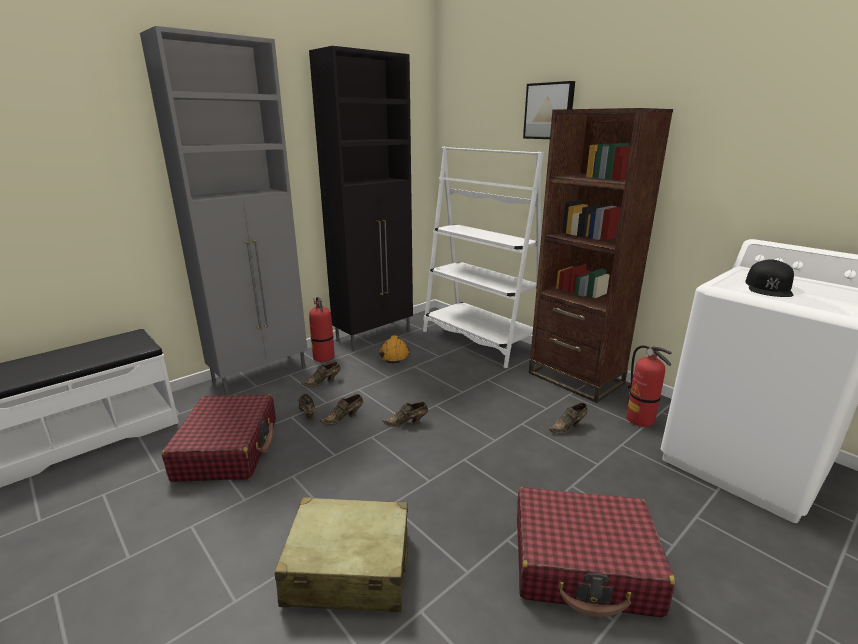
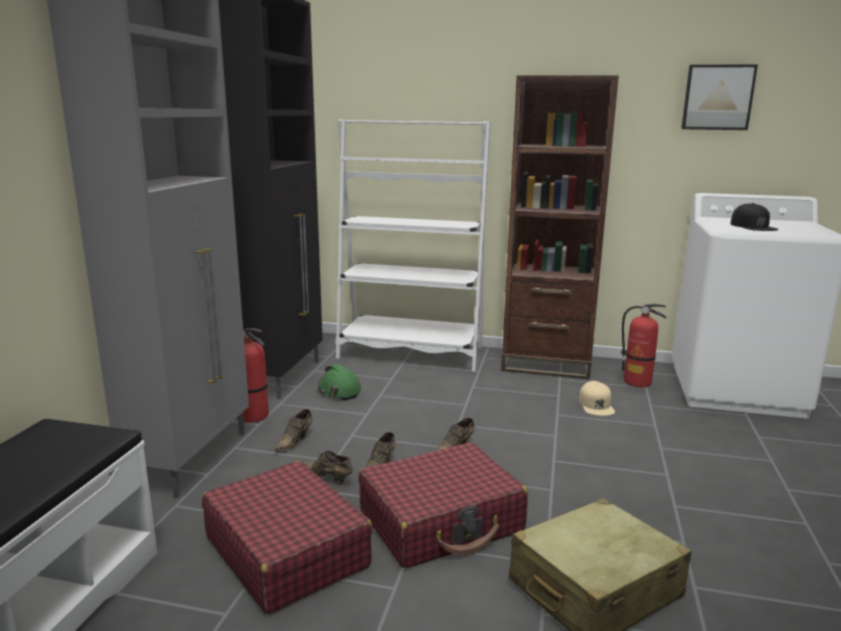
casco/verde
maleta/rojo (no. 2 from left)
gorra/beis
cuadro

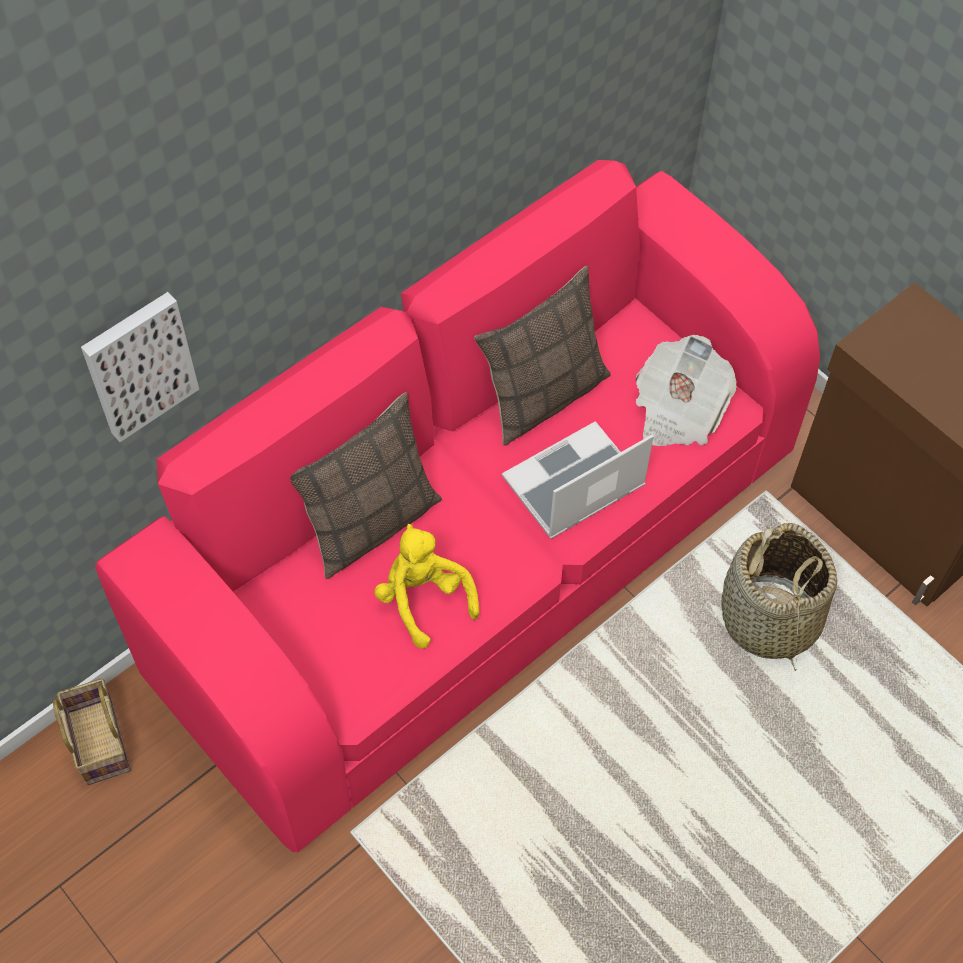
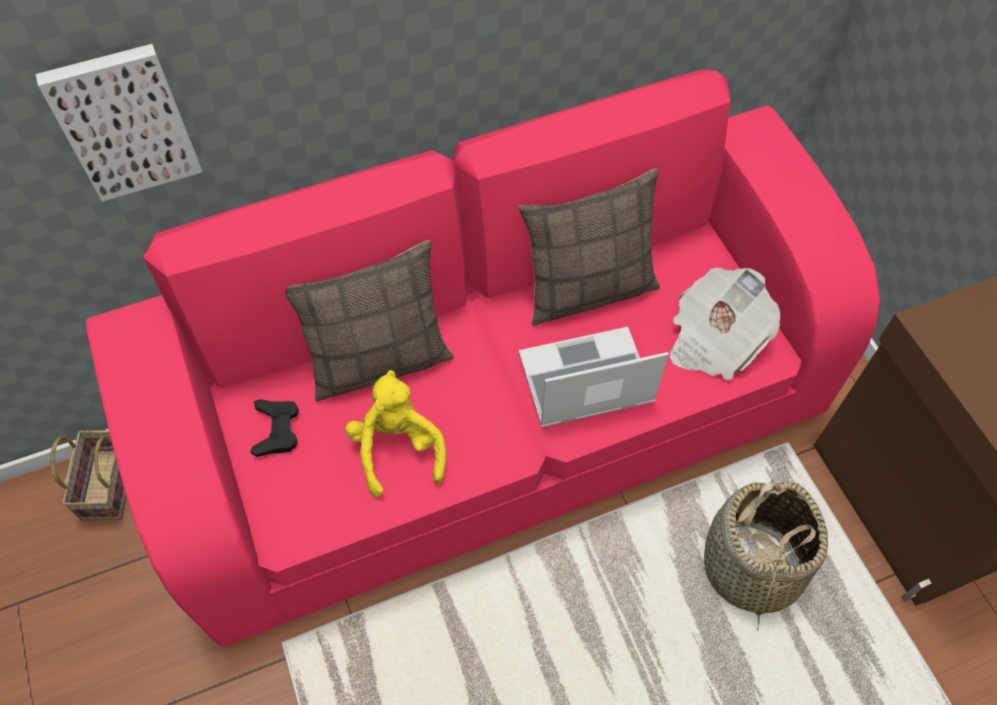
mando de consola/negro

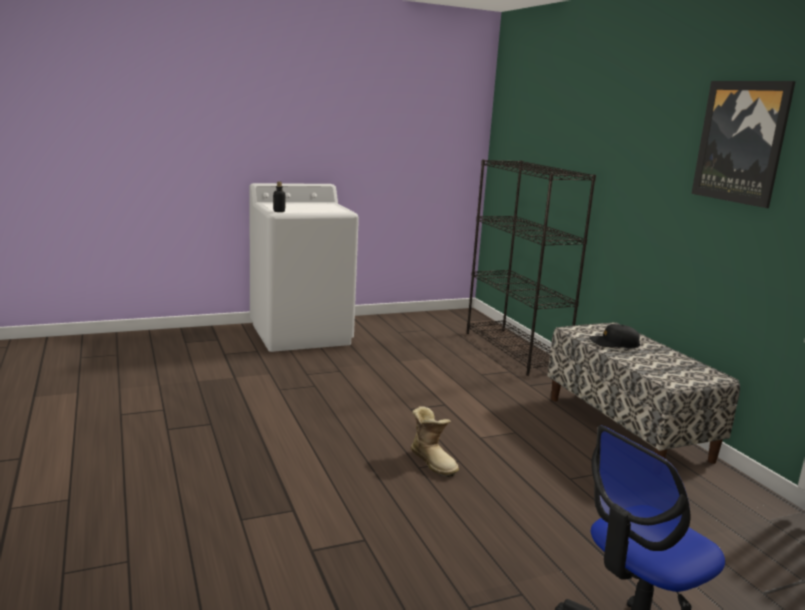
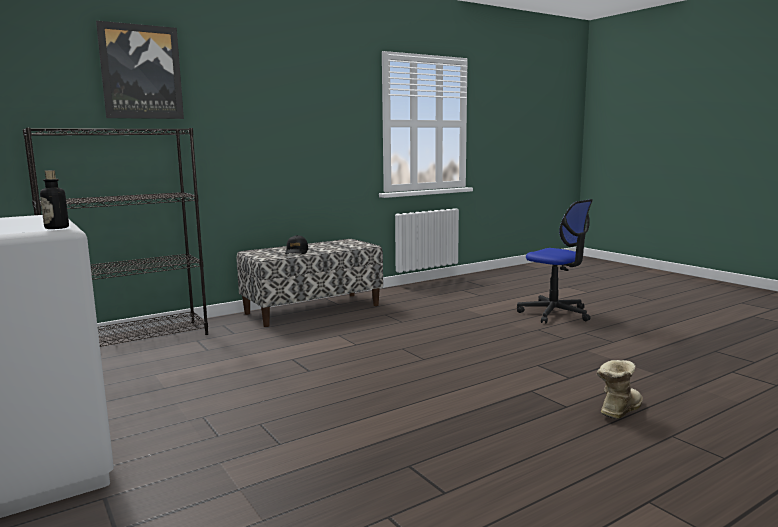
cuadro
bota

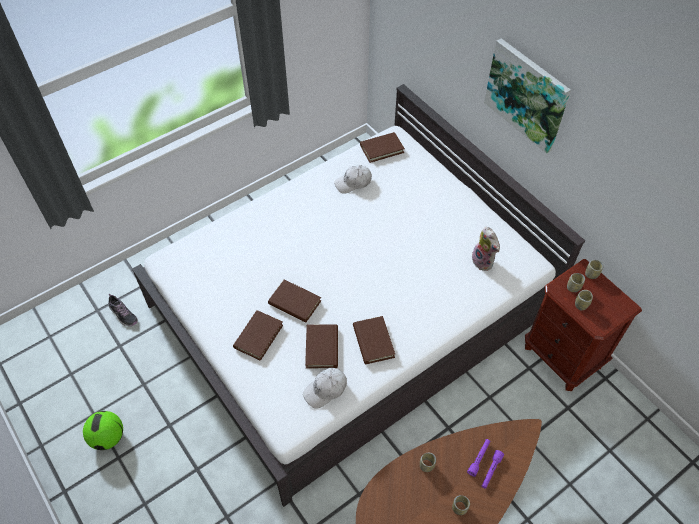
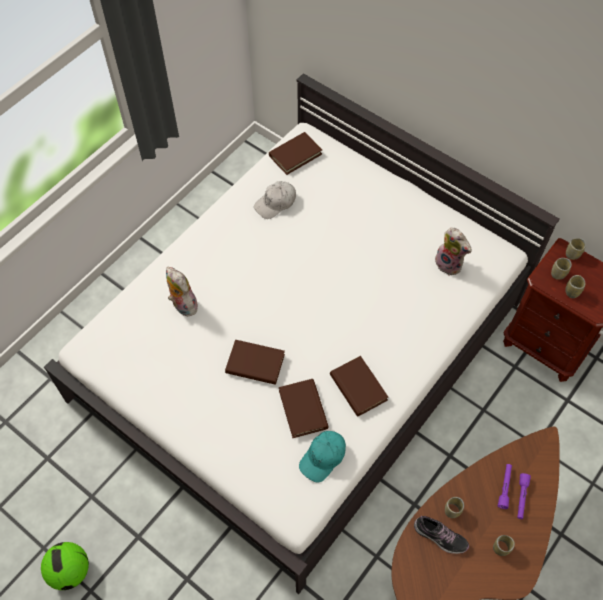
peluche (no. 1 from left)
gorra/turquesa
zapato
libro/marrón (no. 1 from left in the first image)
cuadro

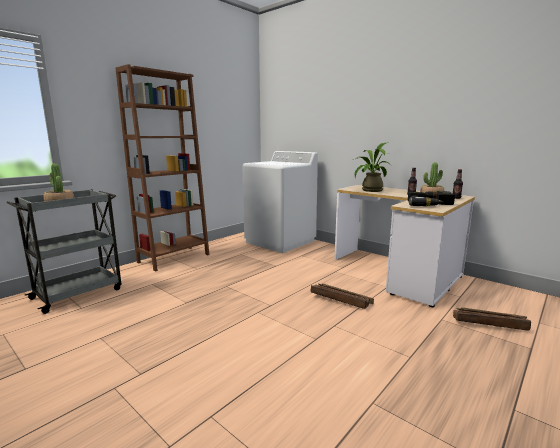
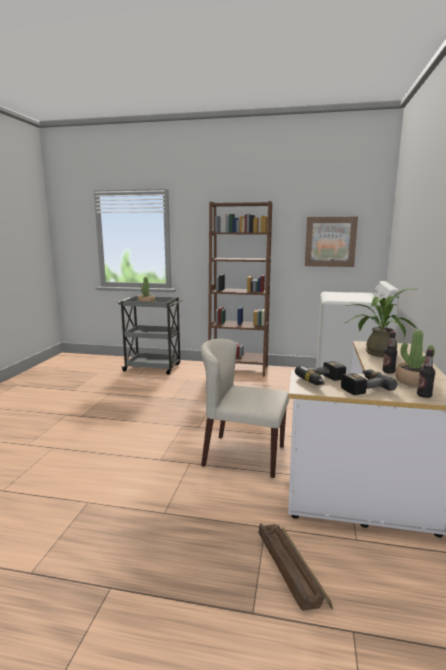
silla/beis
cuadro

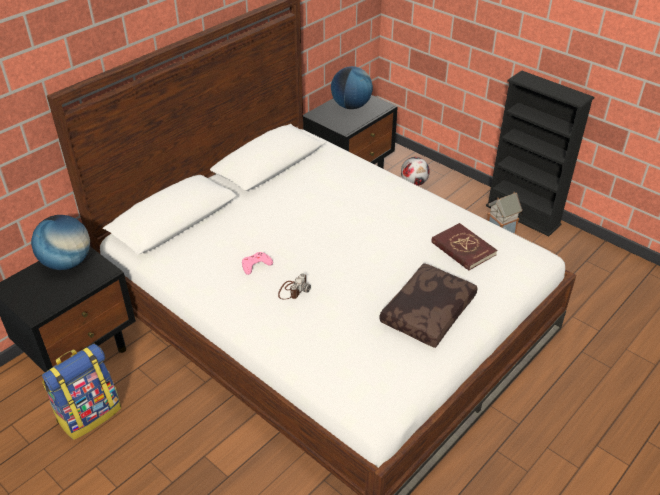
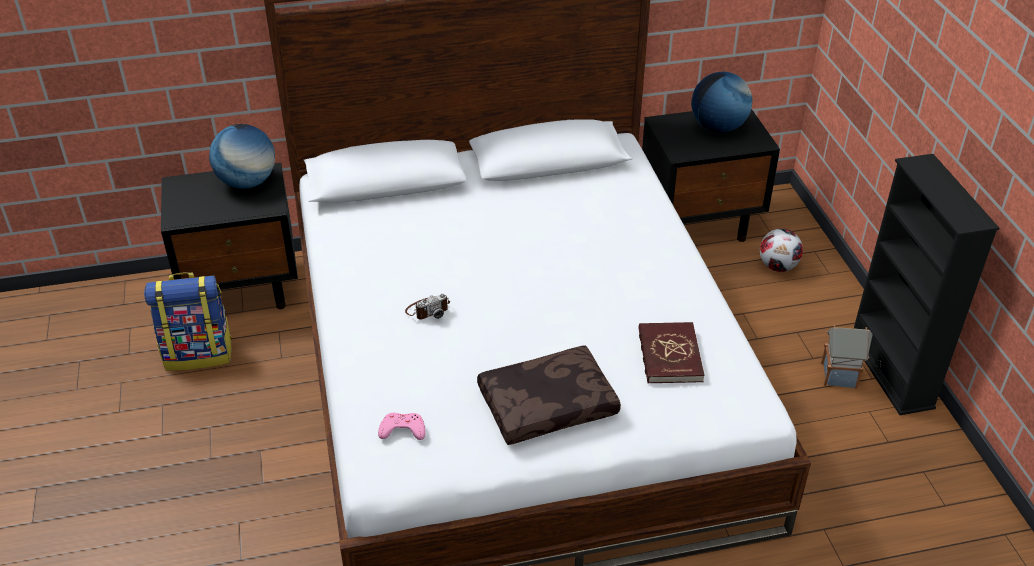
mando de consola/rosa

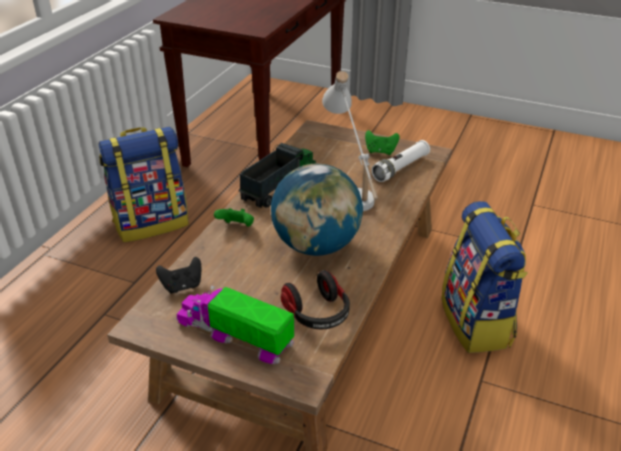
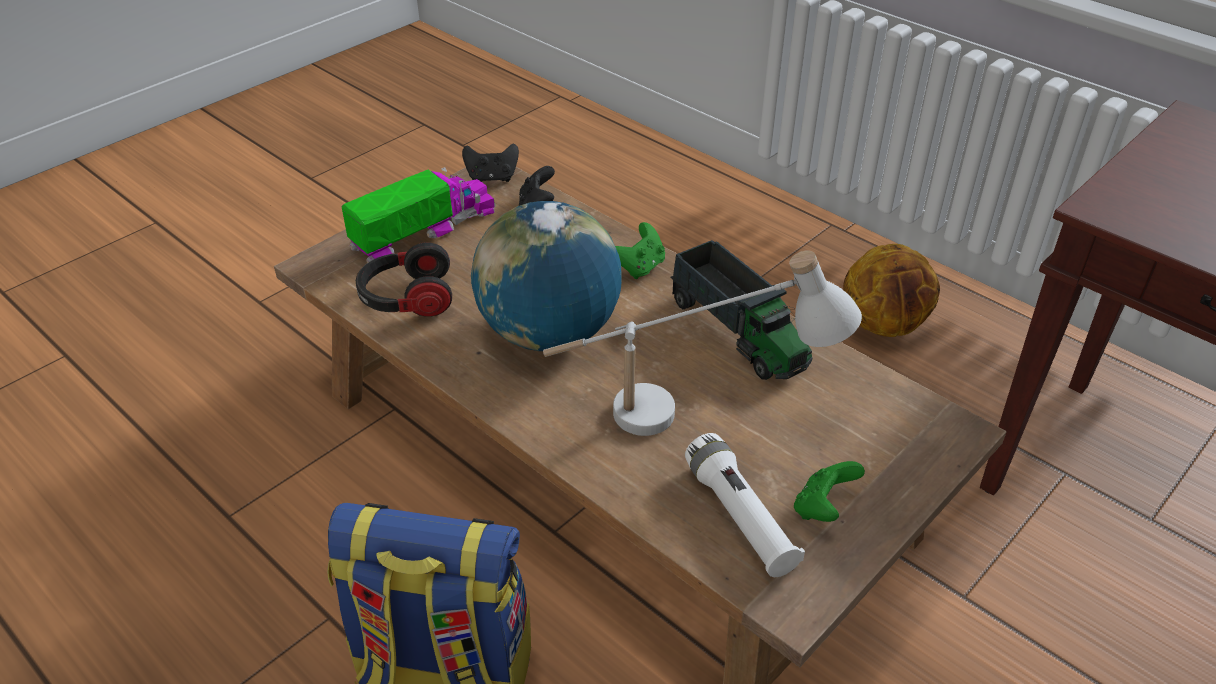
mando de consola/negro (no. 1 from left)
balón de baloncesto

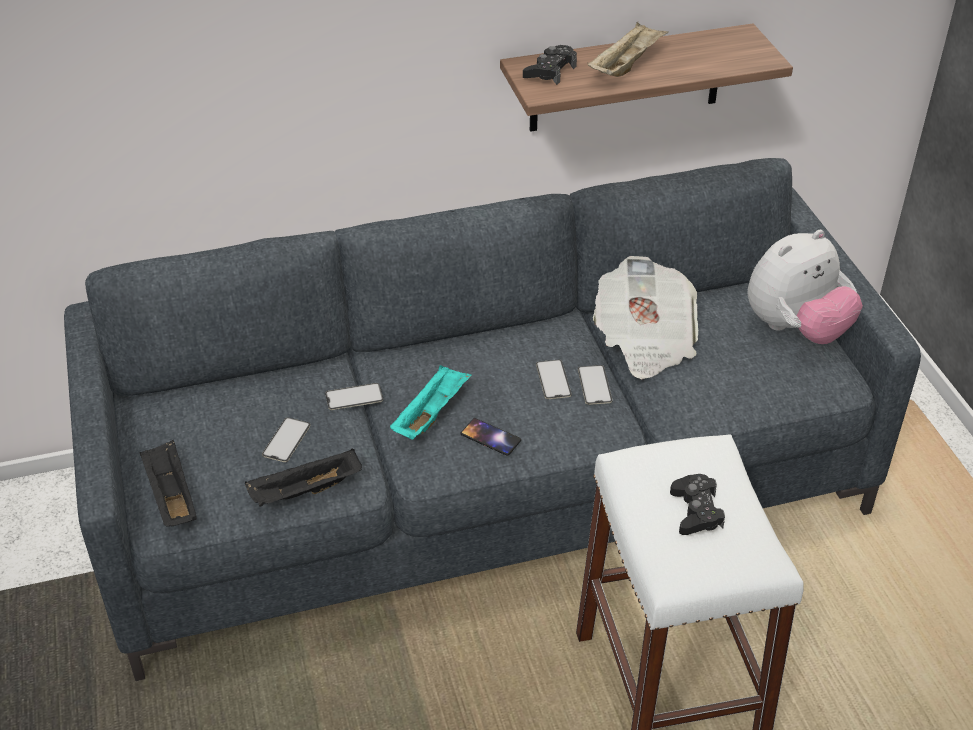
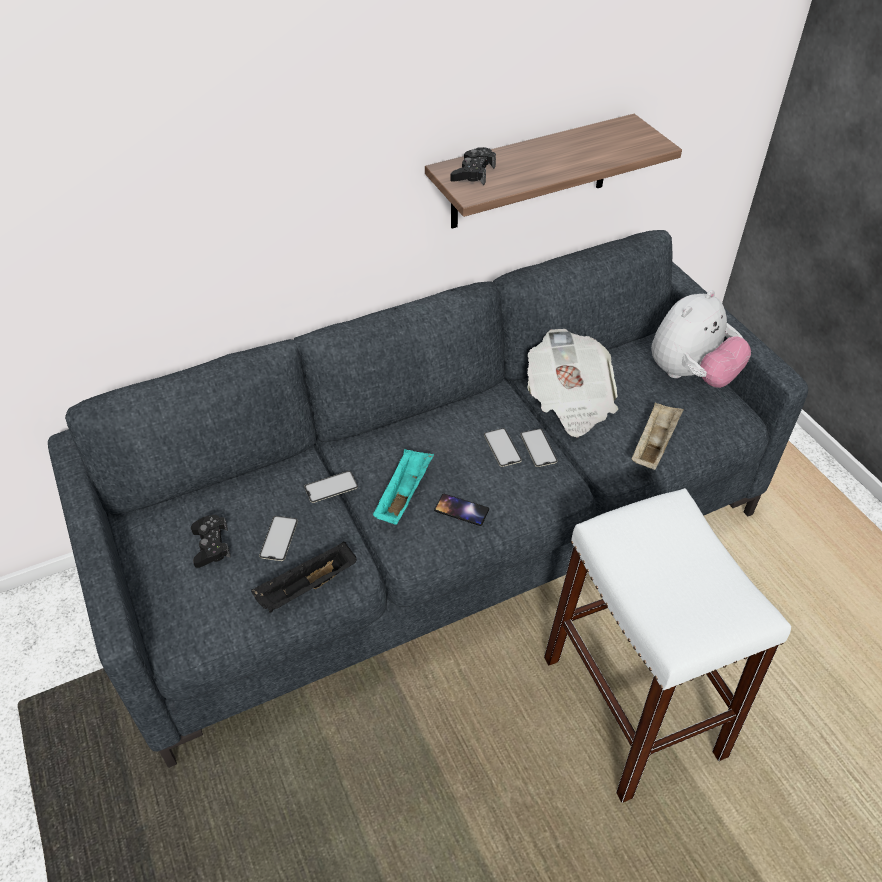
mando de consola/negro (no. 1 from left)
bandeja/beis
bandeja/negro (no. 1 from left in the first image)

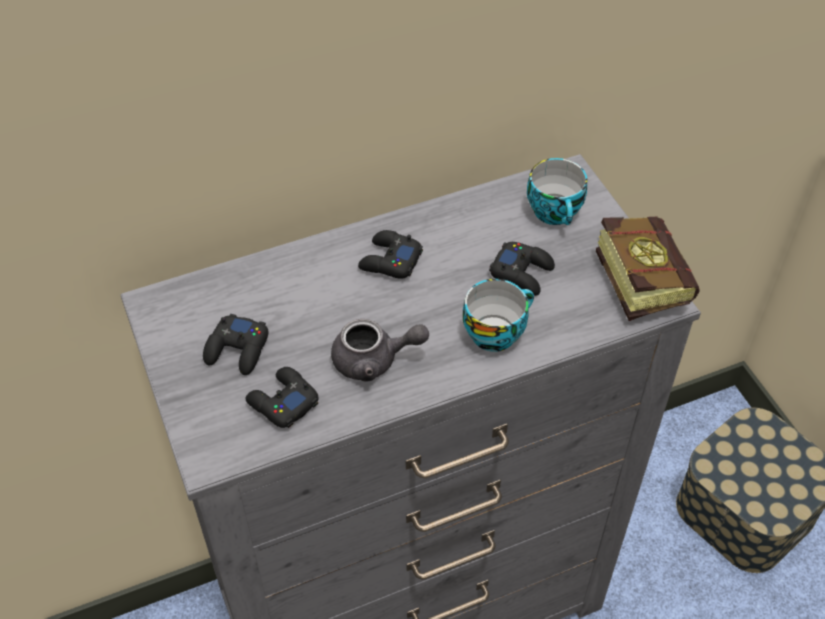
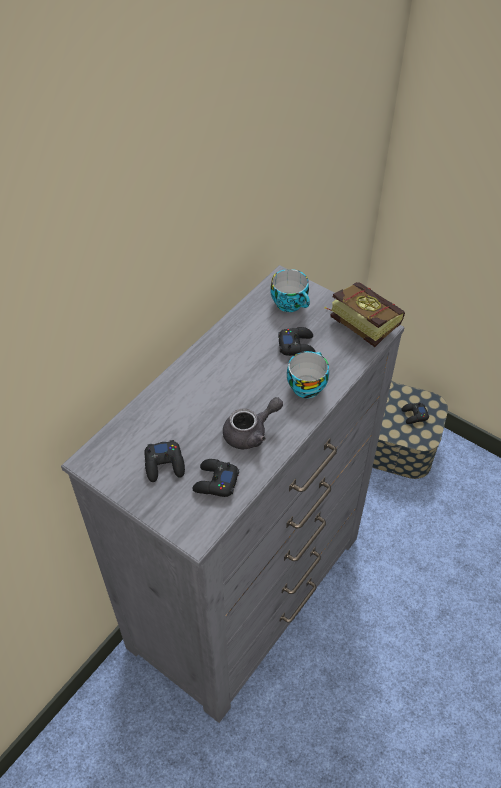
mando de consola/negro (no. 4 from left)

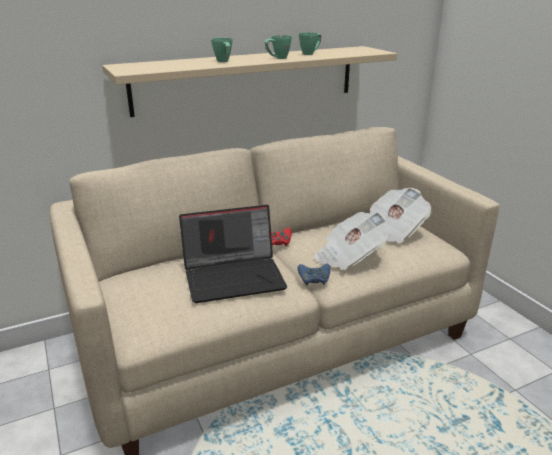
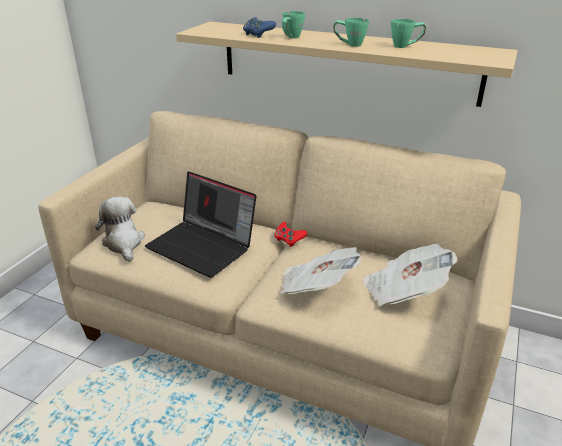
peluche
mando de consola/azul

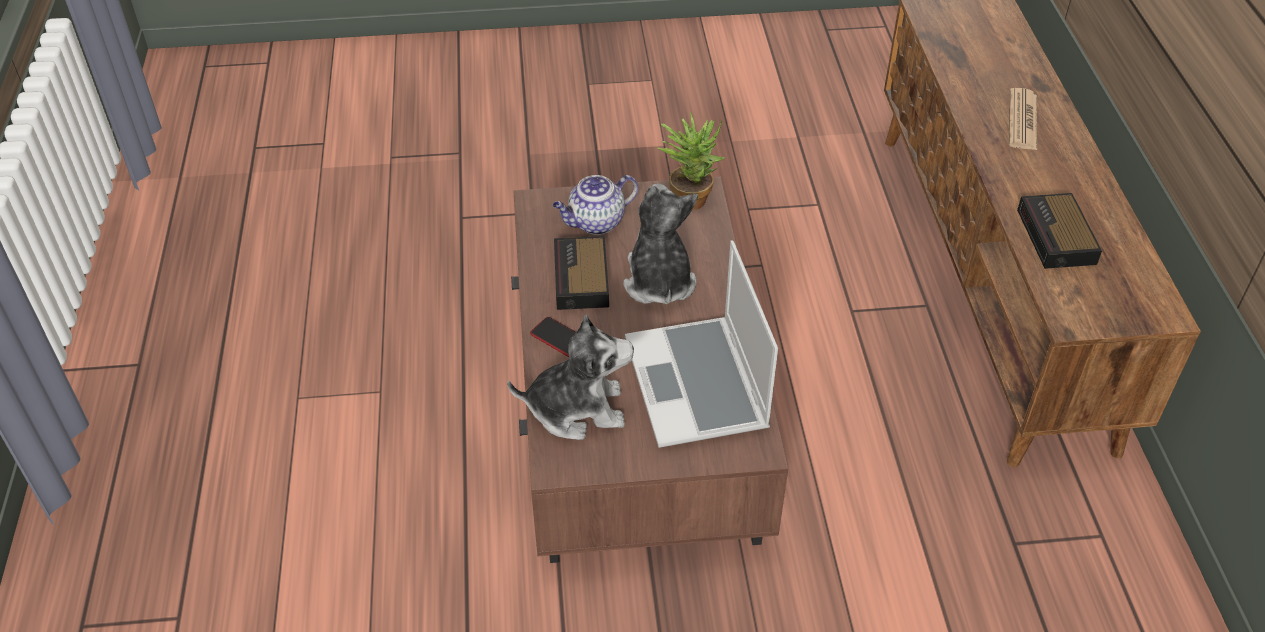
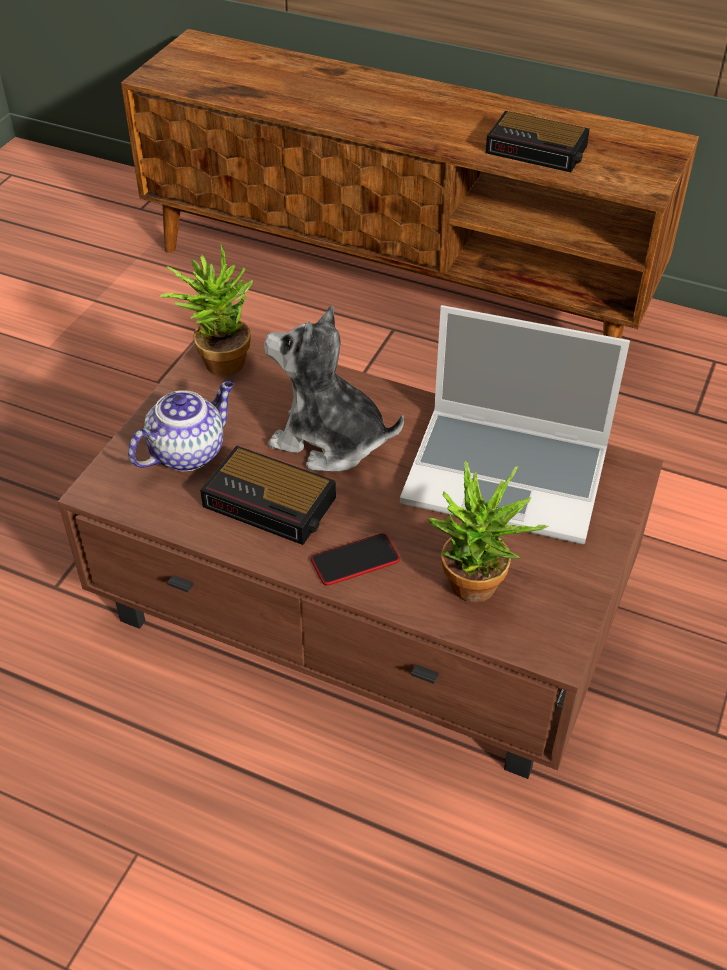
tetera
planta en maceta (no. 2 from left)
periódico

